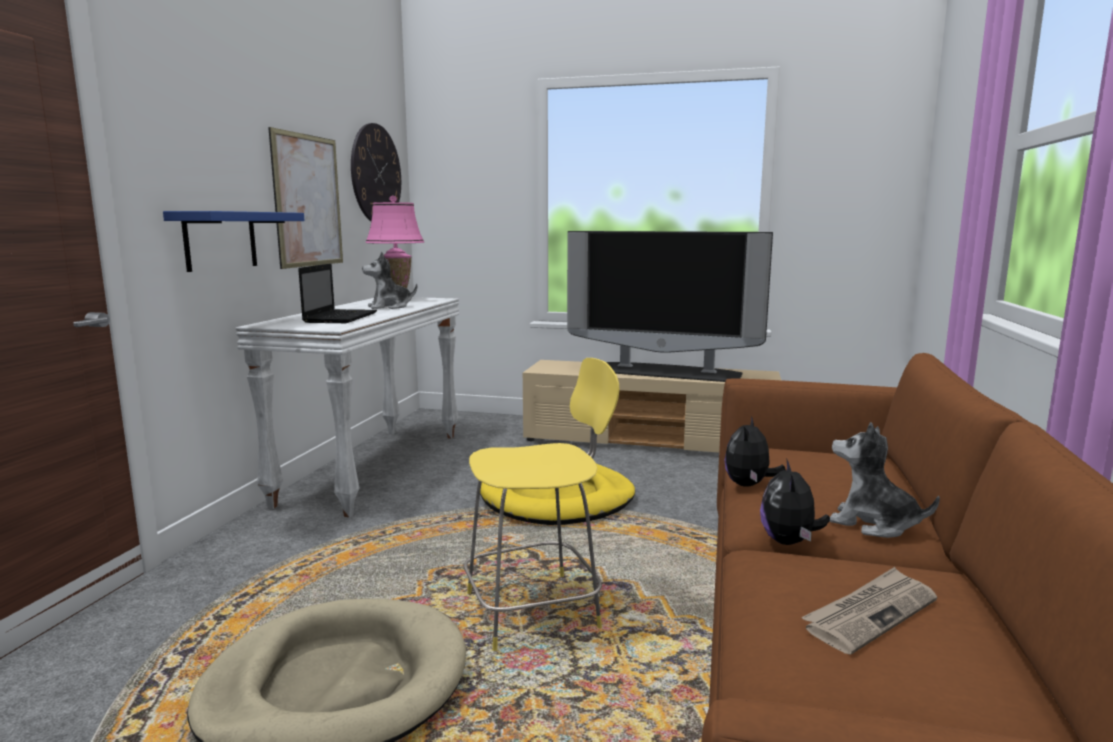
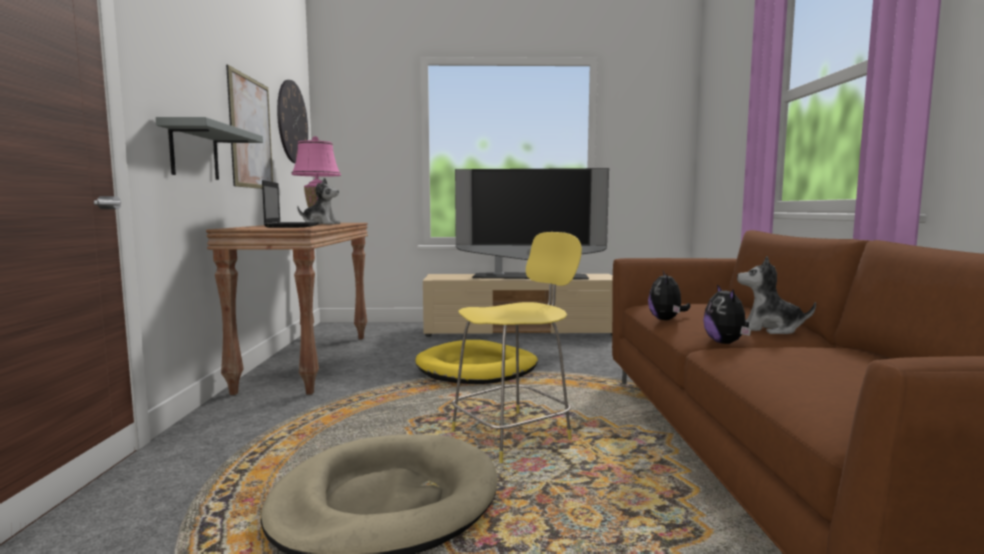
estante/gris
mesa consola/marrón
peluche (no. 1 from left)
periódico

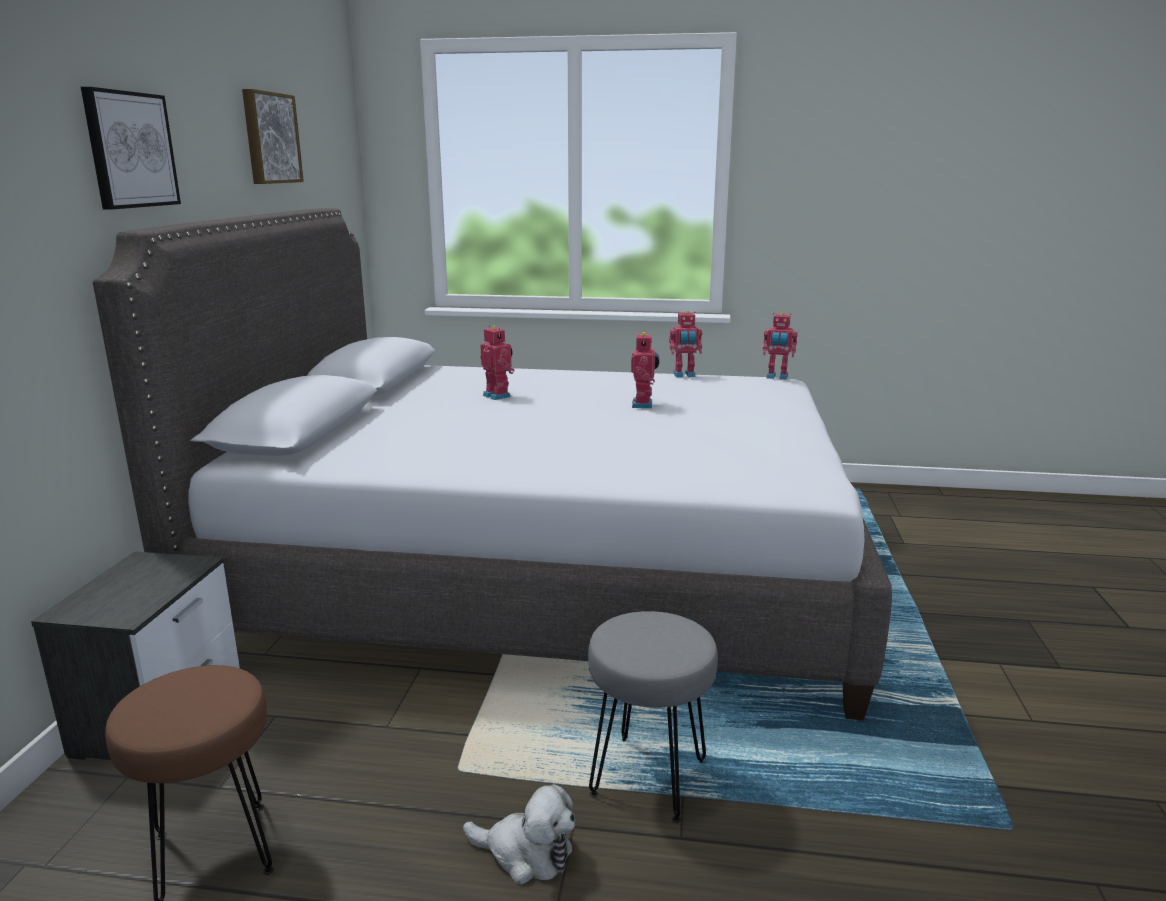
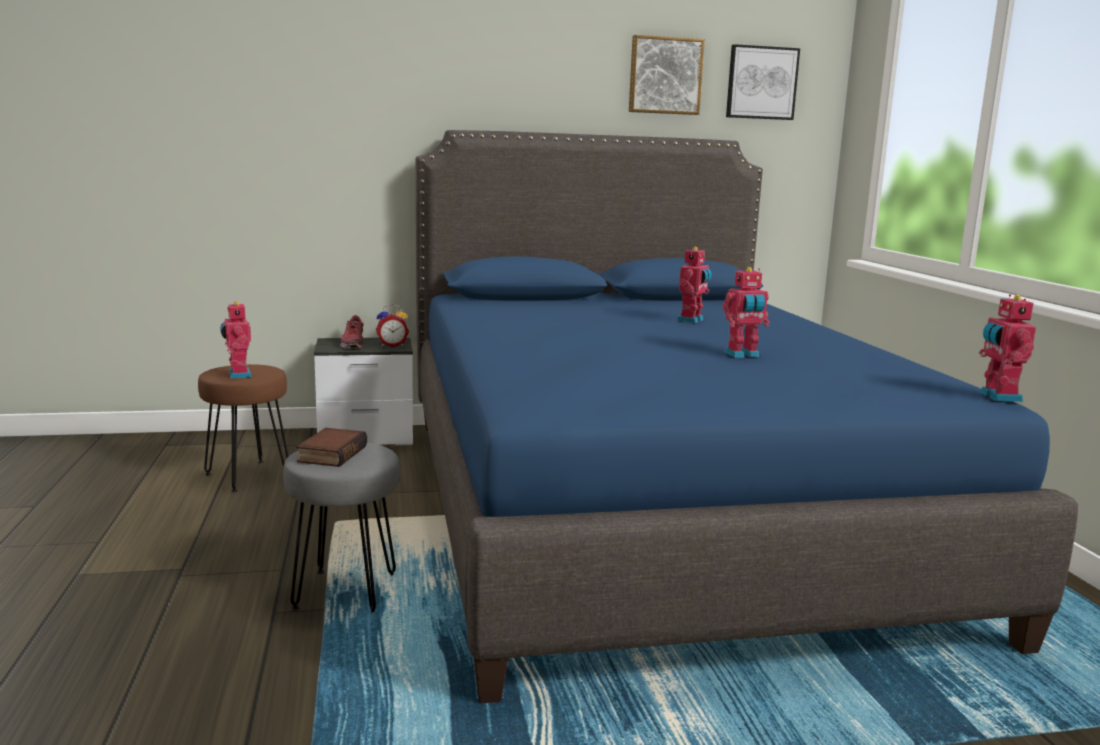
robot de juguete (no. 1 from left)
libro
zapato
despertador
cama/azul
cuadro (no. 2 from left)
peluche

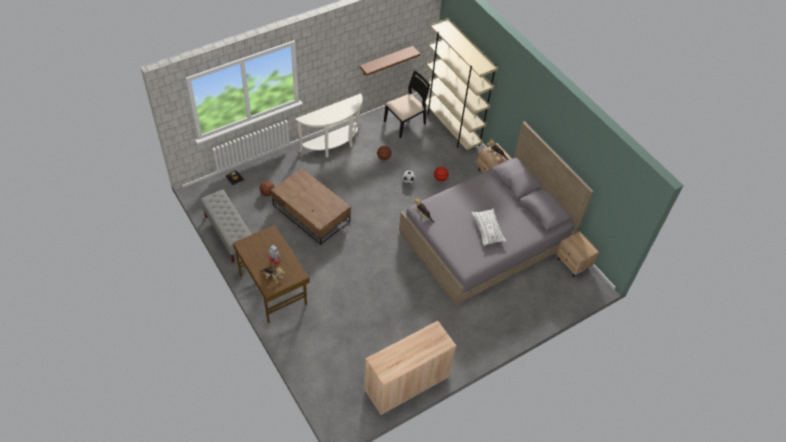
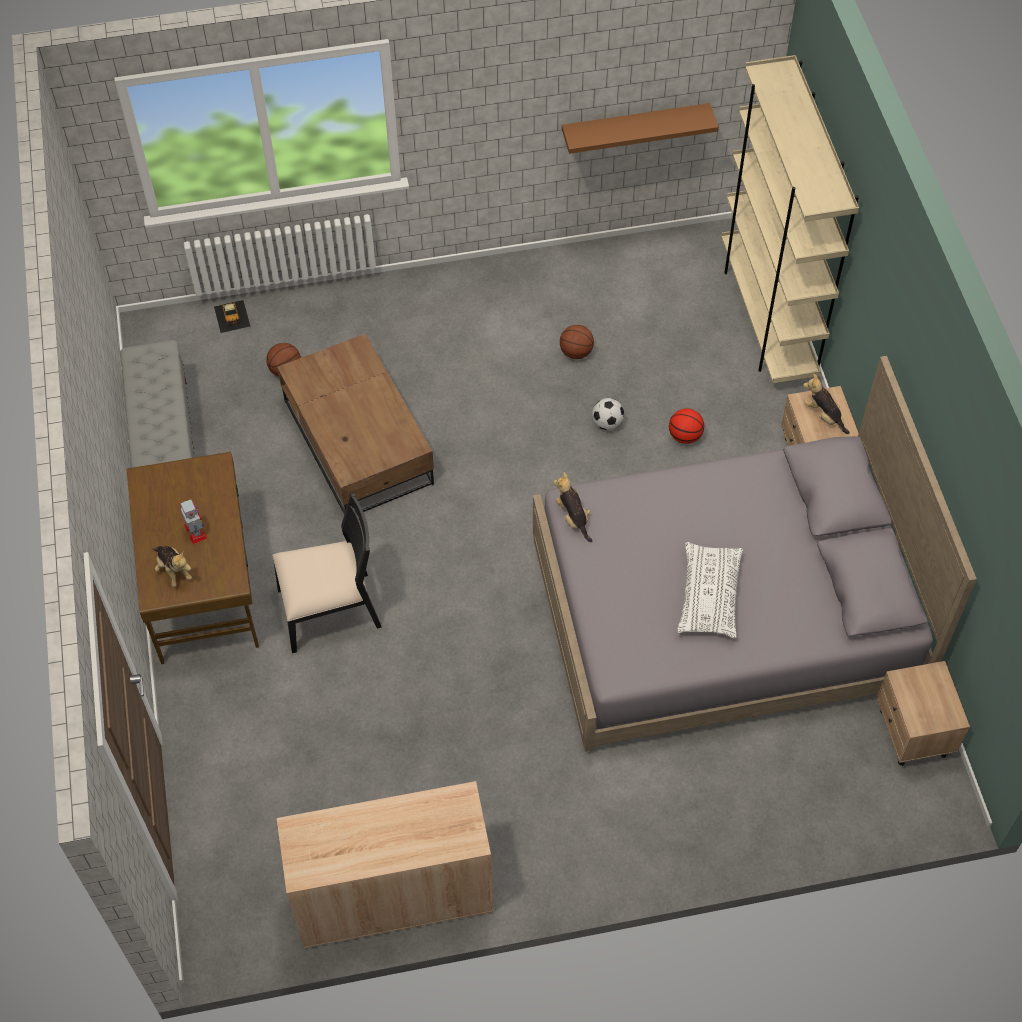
silla/negro
mesa consola/blanco

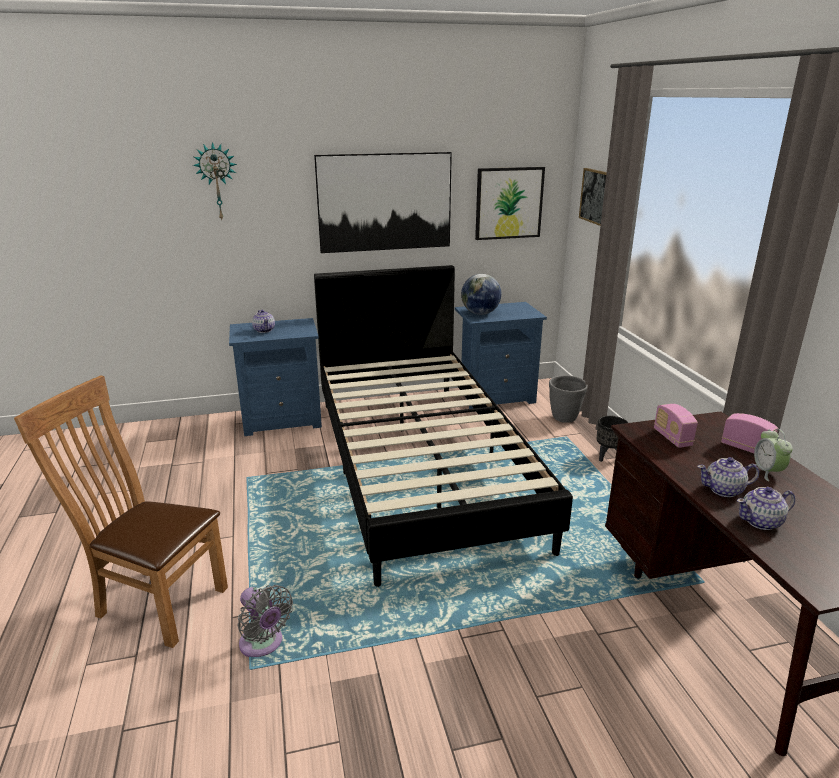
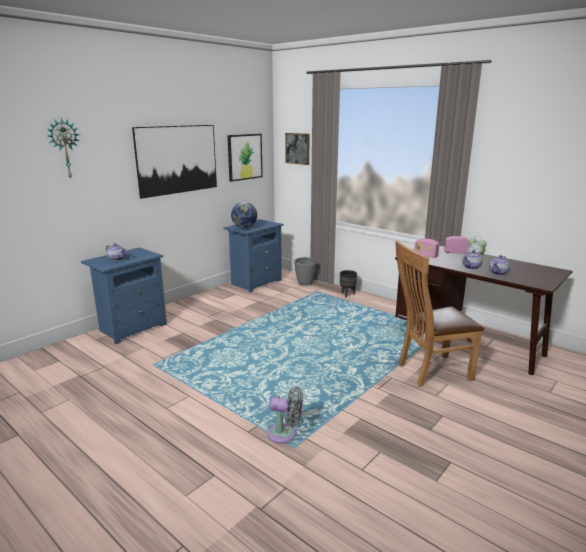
silla/marrón
cama/negro

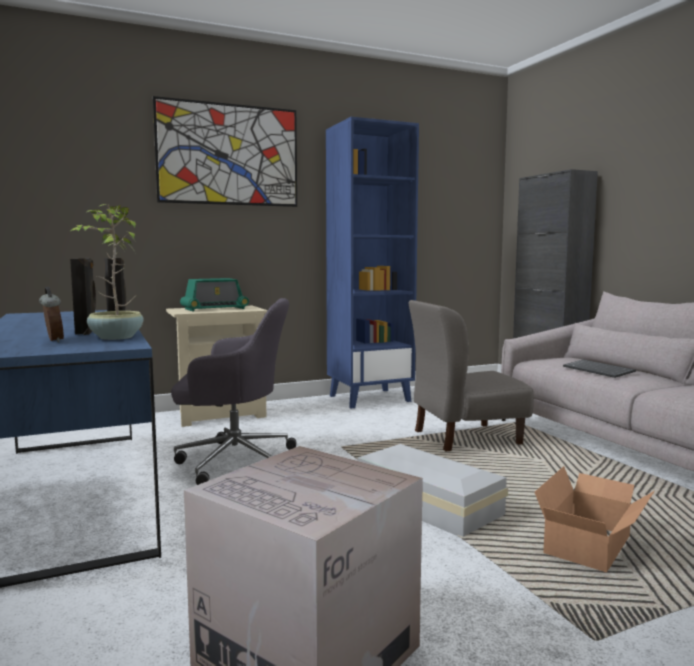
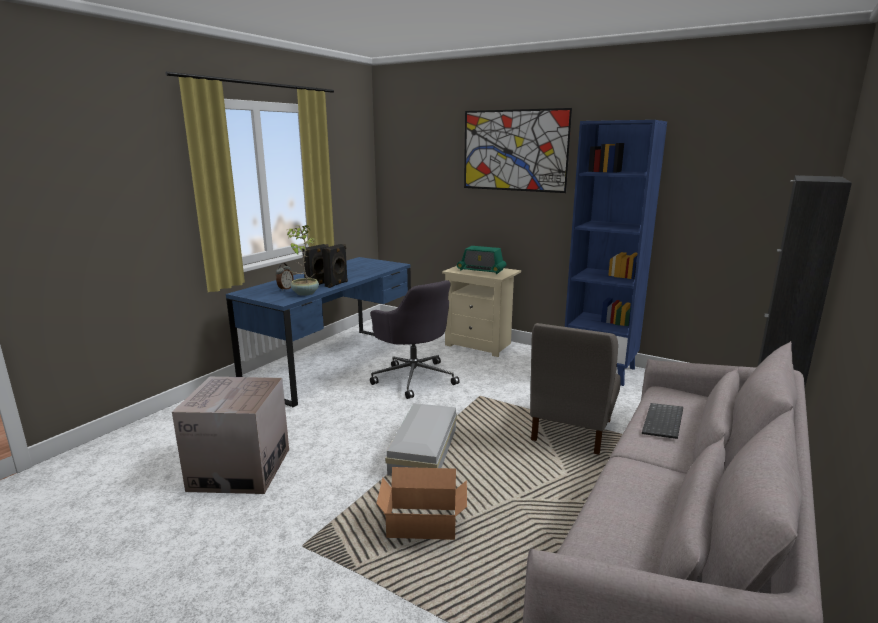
silla/gris

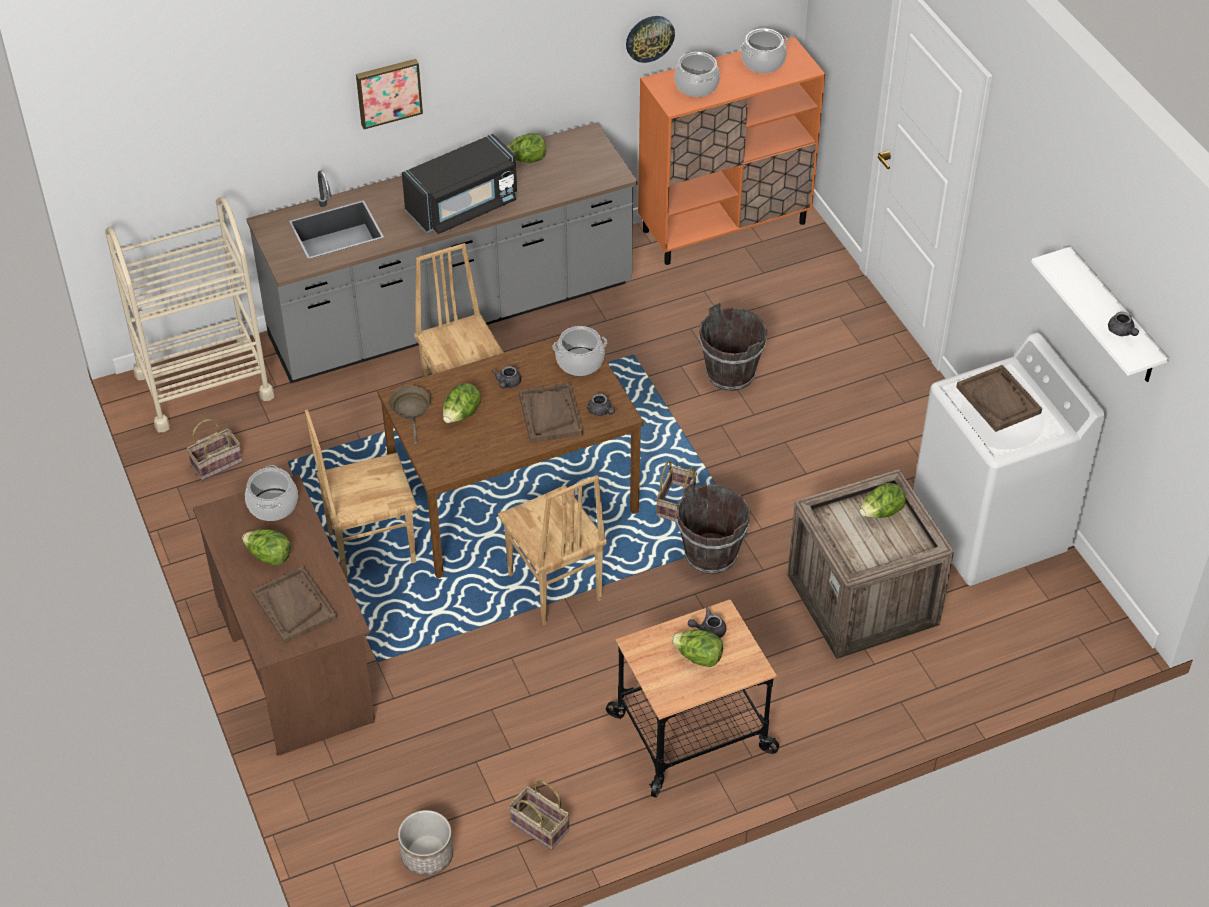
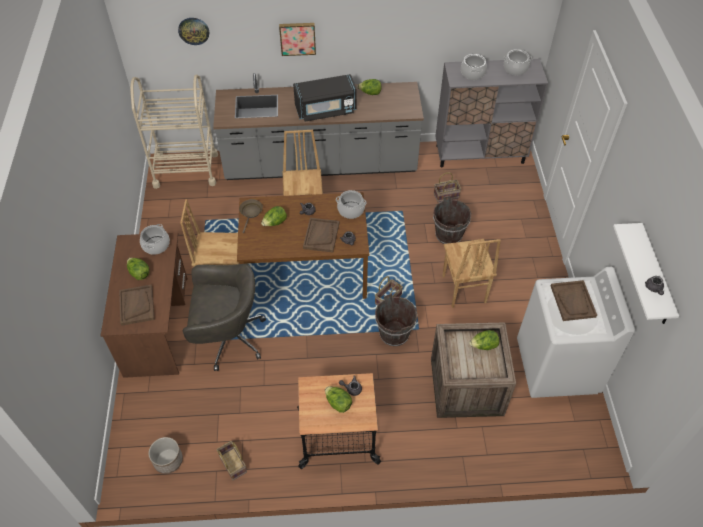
reloj de pared
silla de oficina/gris
cesta (no. 3 from left)
armario/gris
silla/marrón (no. 3 from left)

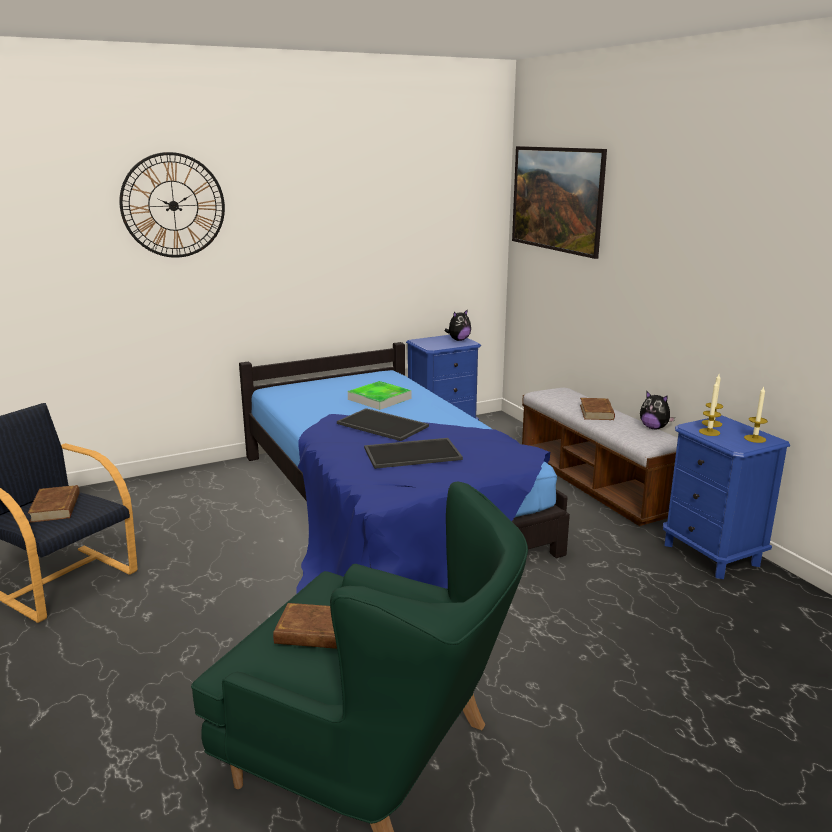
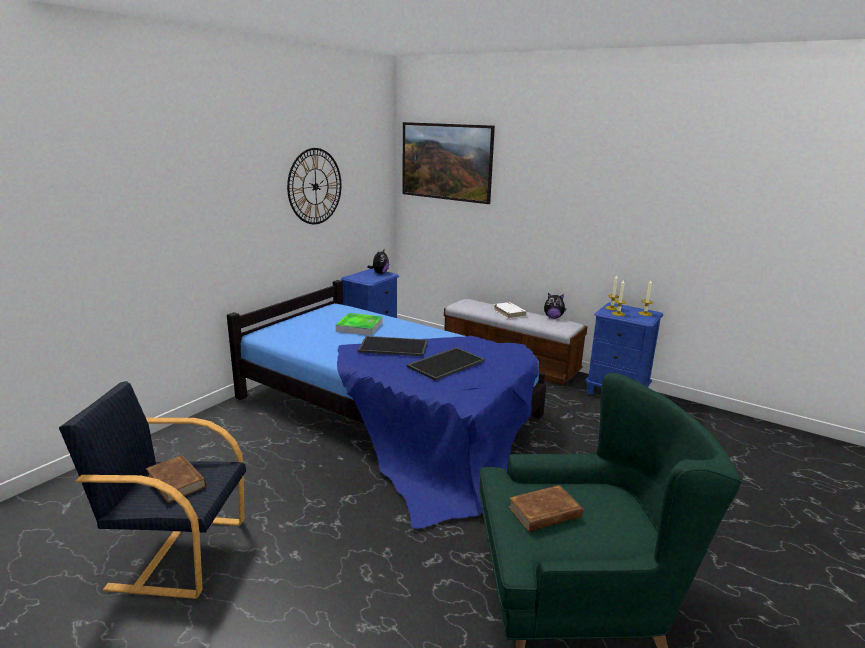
reloj de pared
libro/blanco

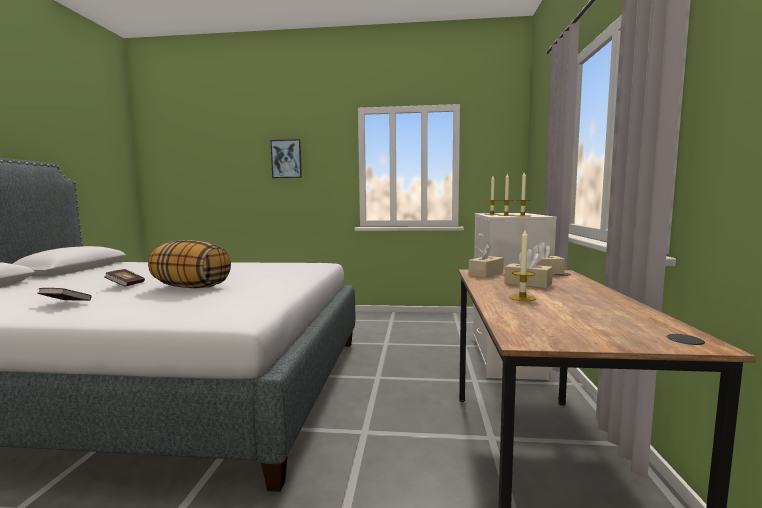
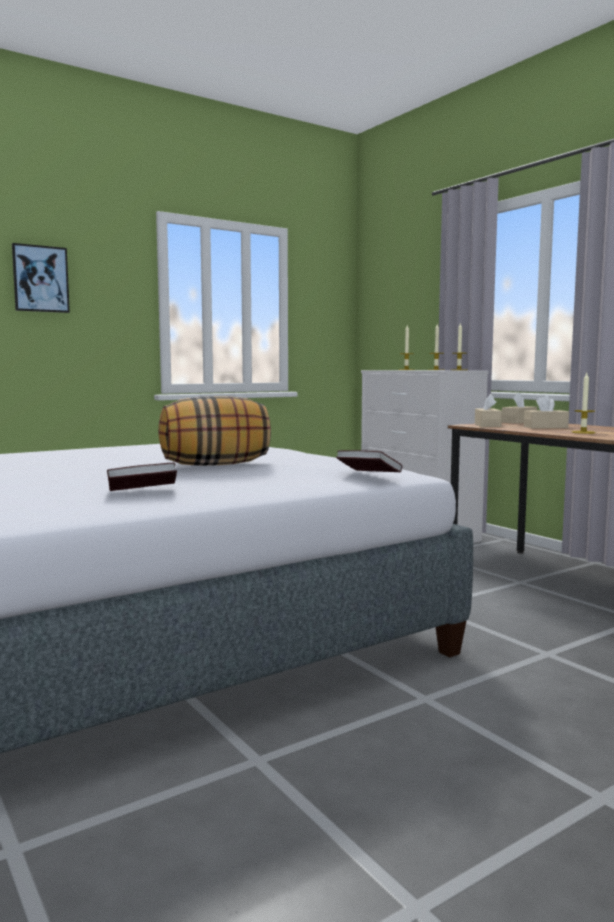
libro (no. 2 from left)

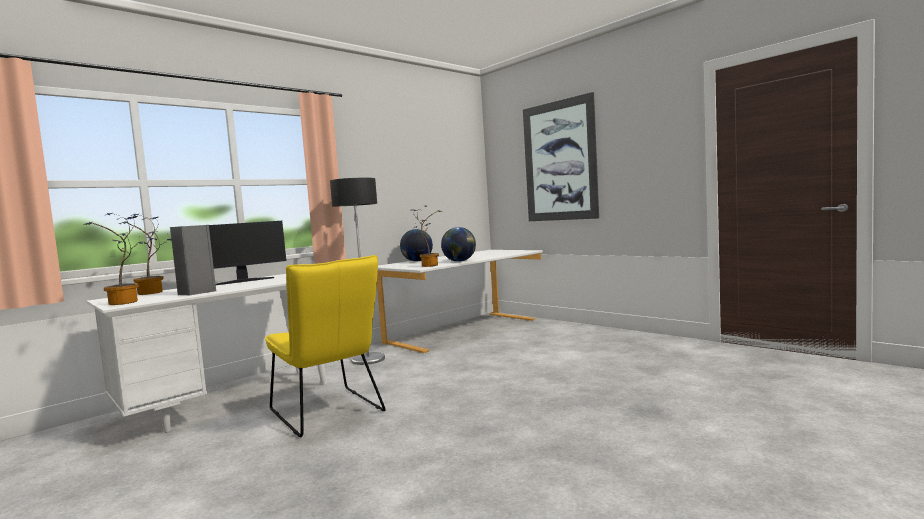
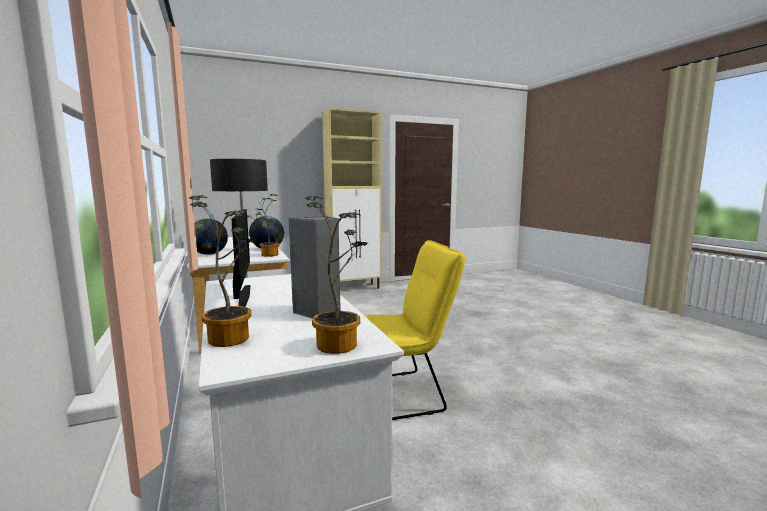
armario/beis
cuadro

